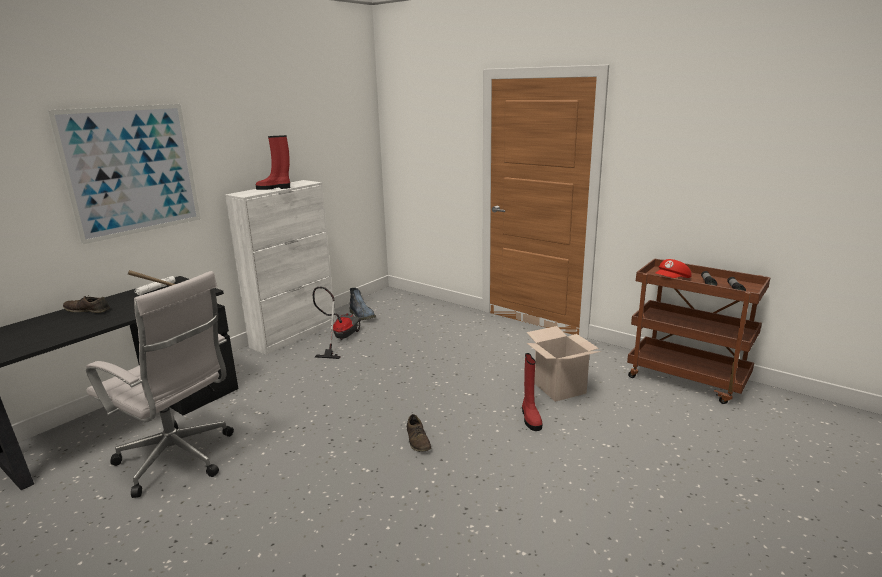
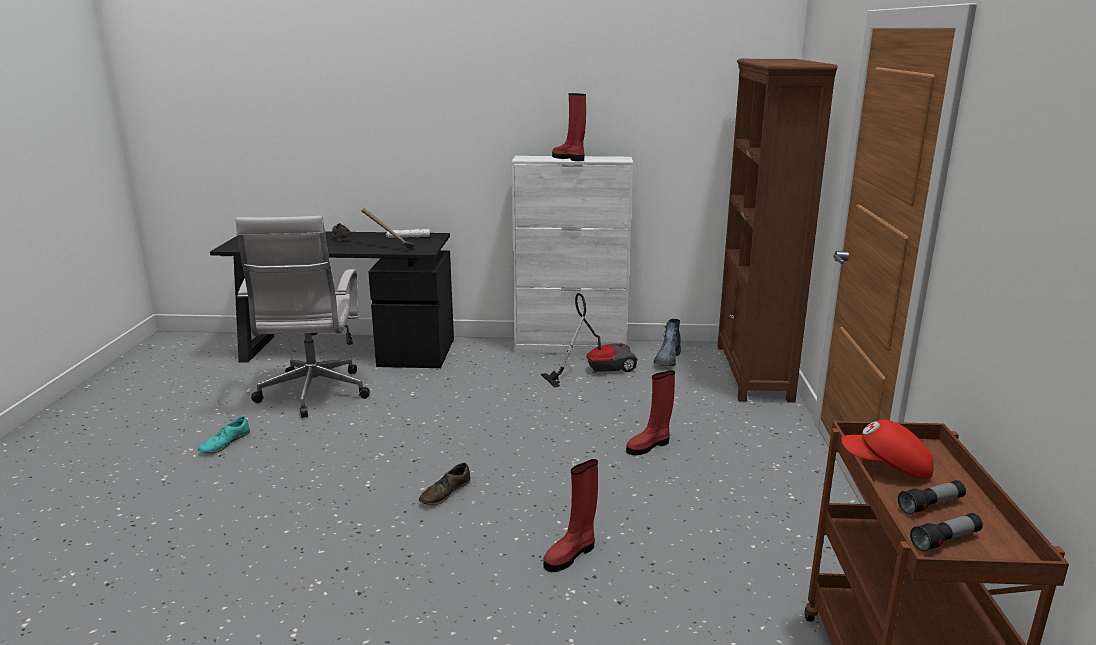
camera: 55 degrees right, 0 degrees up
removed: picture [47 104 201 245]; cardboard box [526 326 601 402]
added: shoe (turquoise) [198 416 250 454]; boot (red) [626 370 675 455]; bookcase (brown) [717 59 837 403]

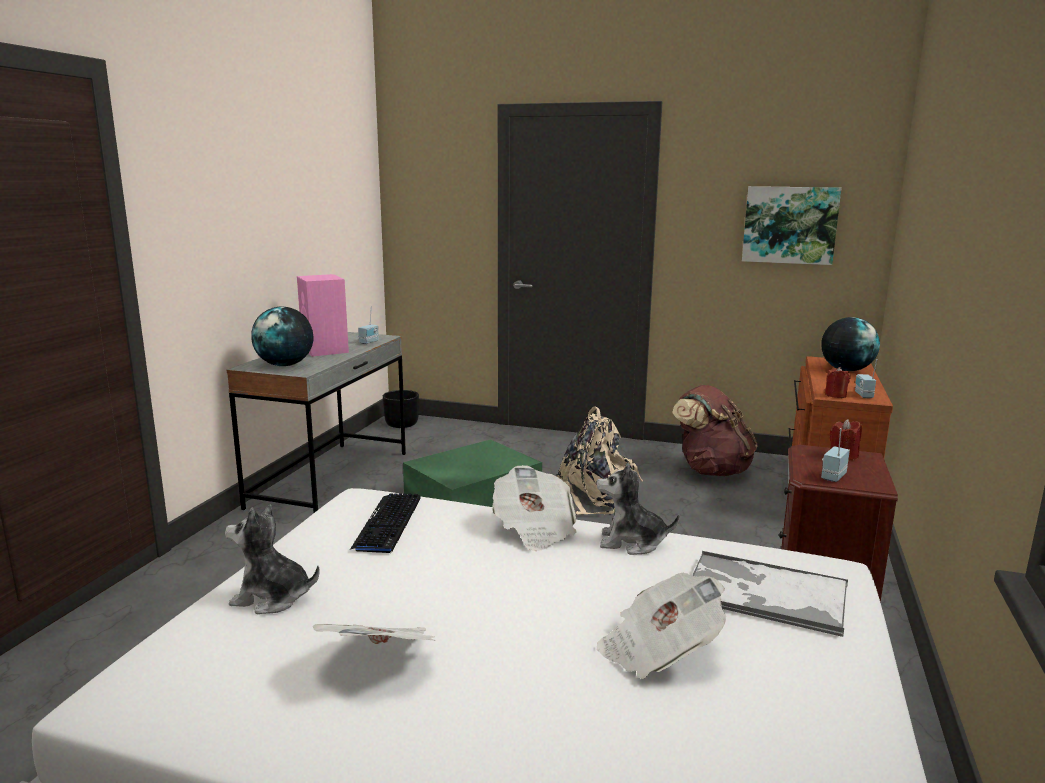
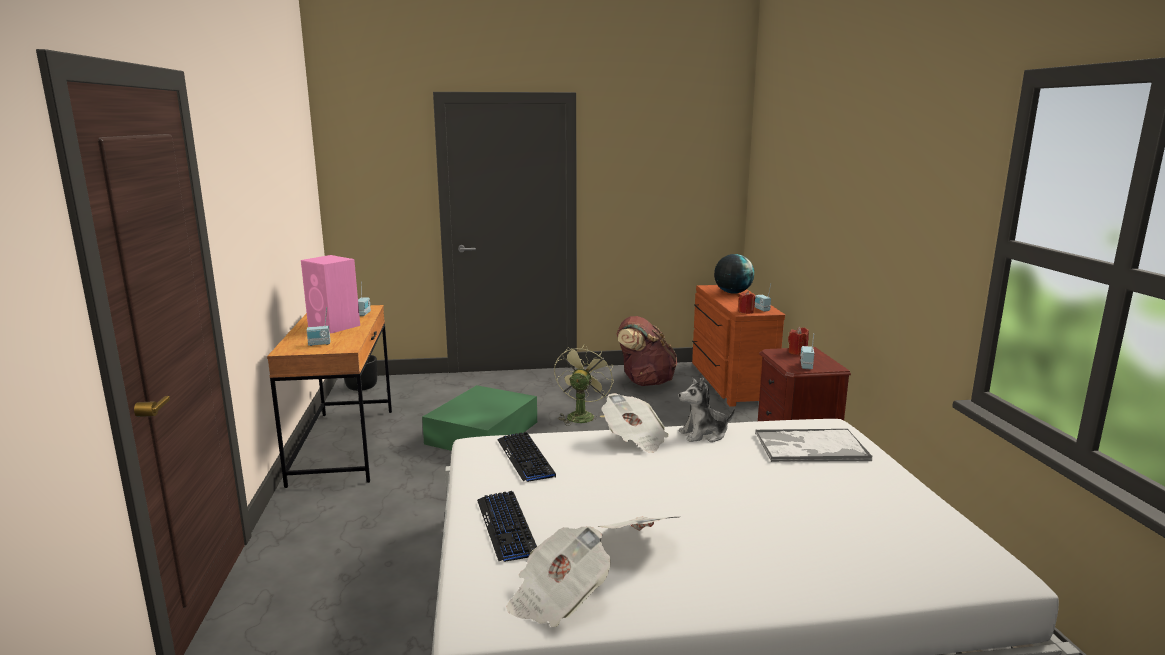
camera: 25 degrees left, 0 degrees up
removed: picture [742 186 841 265]
moved: newspaper [597 572 726 679] to [507 526 611 627]
replaced: globe [251 307 313 366] to radio [306 307 330 346]; plush toy [225 505 320 614] to keyboard [477 491 537 562]; backpack (beige) [557 406 643 515] to fan (green) [554 344 614 426]
recoloured: desk (grey) [227 332 406 513] to desk (brown) [267 305 392 488]

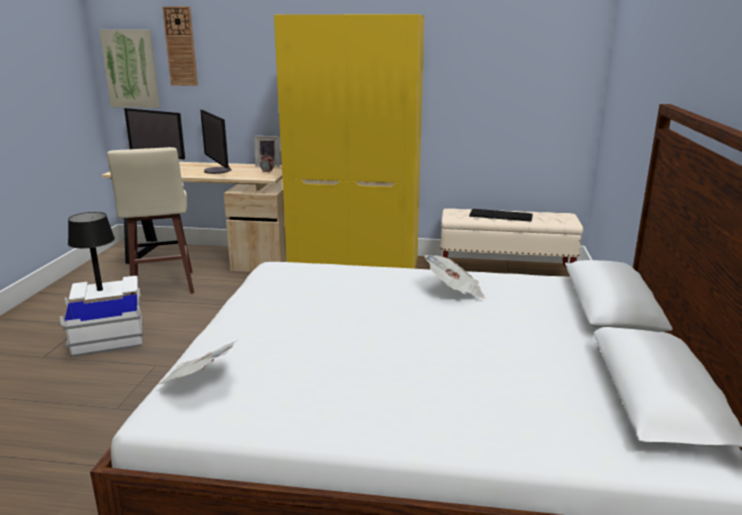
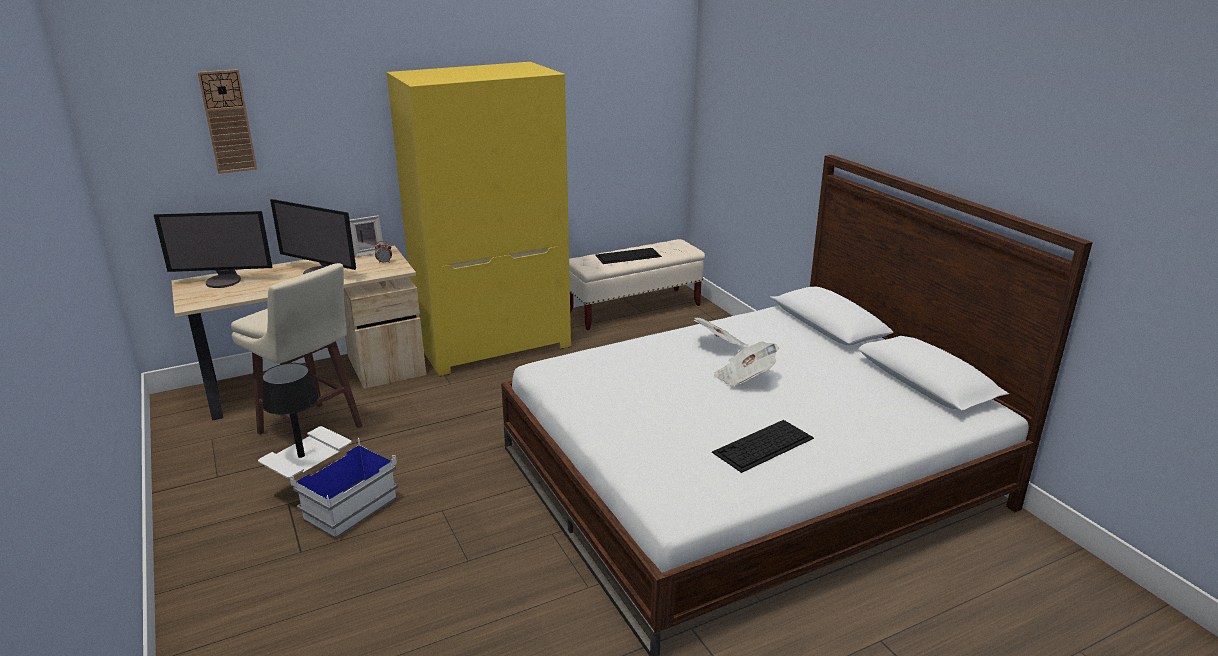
camera: 35 degrees left, 5 degrees up
removed: picture [99 30 160 108]
added: keyboard [712 420 814 473]
moved: newspaper [157 340 238 385] to [714 341 779 387]

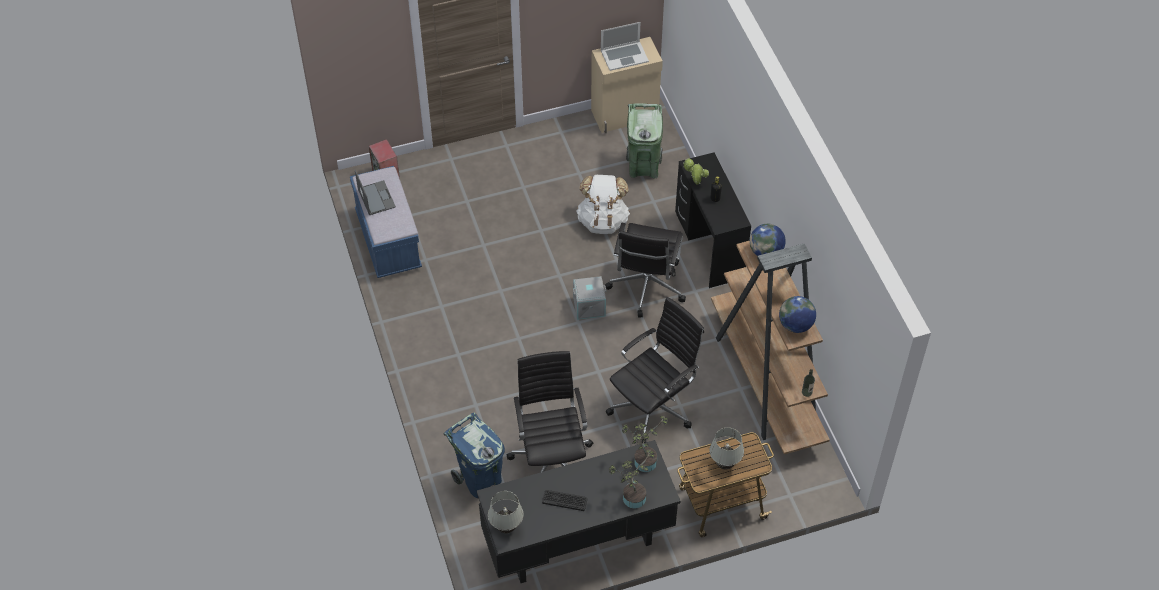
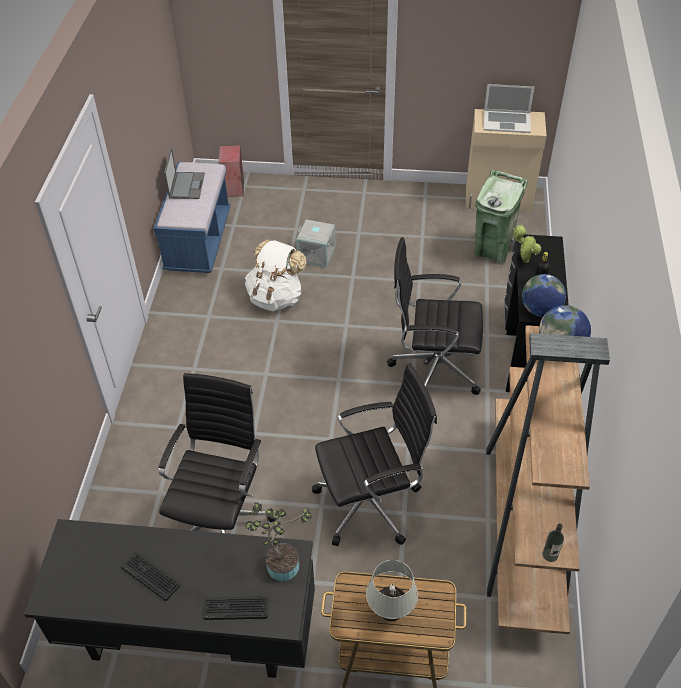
camera: 25 degrees right, 5 degrees down
removed: trash can (blue) [443 412 505 498]; table lamp (white) [488 491 524 533]
moved: backpack (white) [576 175 630 234] to [245 240 306 311]; storage box (grey) [573 276 606 320] to [296 220 335 267]; globe [779 296 816 333] to [522 274 566 317]
replaced: potted plant [609 449 655 509] to keyboard [203 596 268 620]
turned: office chair (black) [605 223 686 318] = [387 237 483 395] 60 degrees clockwise

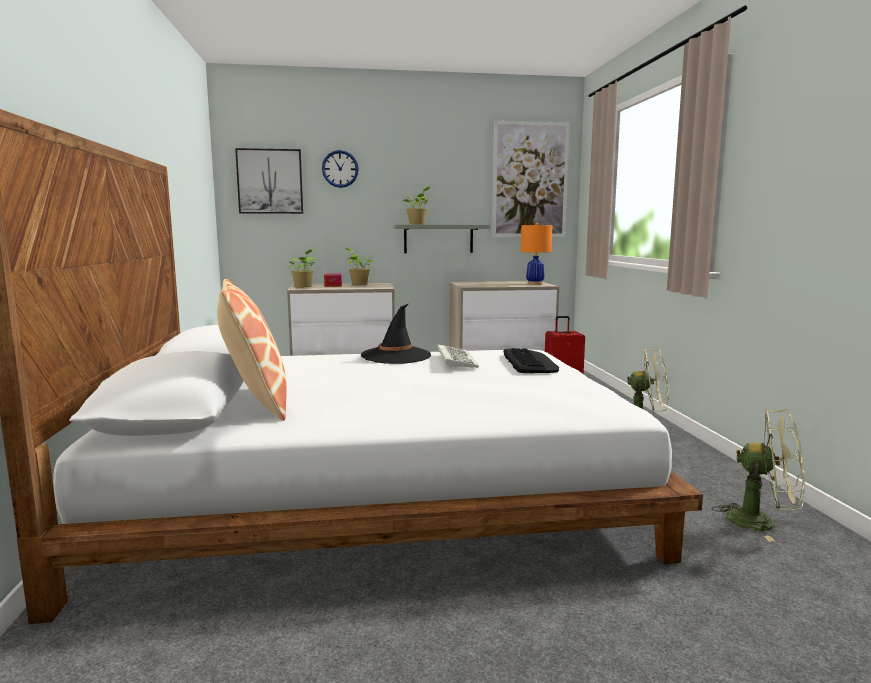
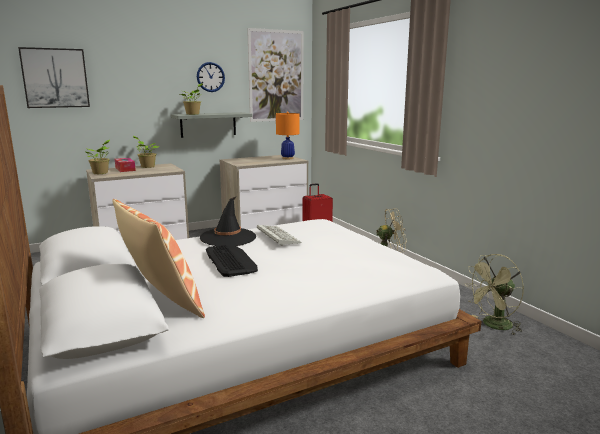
camera: 20 degrees left, 5 degrees up
moved: wall clock [322 150 359 188] to [197 62 225 92]; keyboard [503 348 559 373] to [206 245 258 277]
turned: fan (green) [712 408 805 541] = [464 254 524 335] 150 degrees clockwise

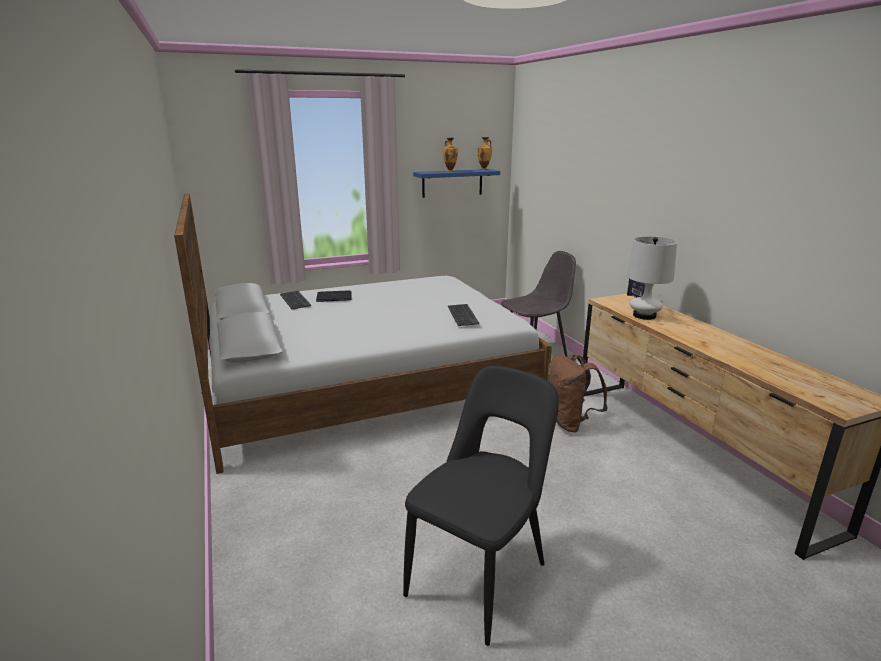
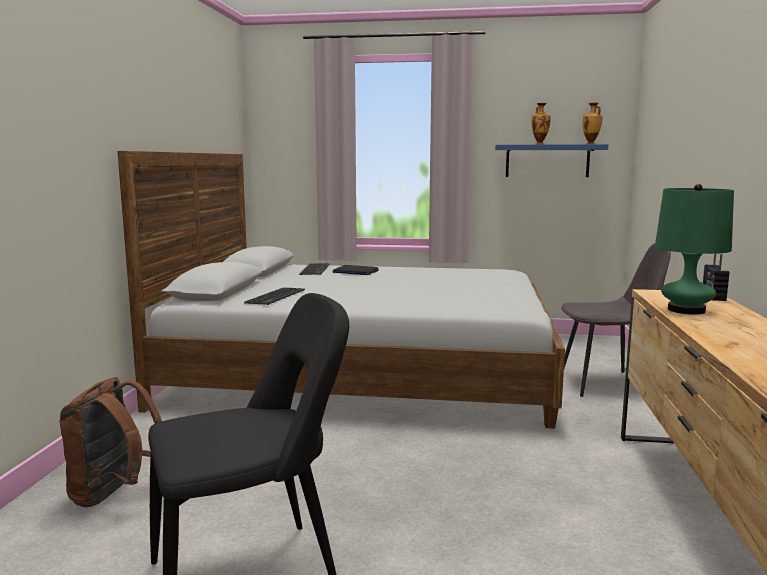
camera: 30 degrees right, 10 degrees down
moved: backpack (brown) [547 354 608 432] to [59 377 162 507]; keyboard [448 304 479 326] to [244 288 305 305]
recoloured: table lamp (white) [627 237 677 320] to table lamp (green) [655 184 734 314]

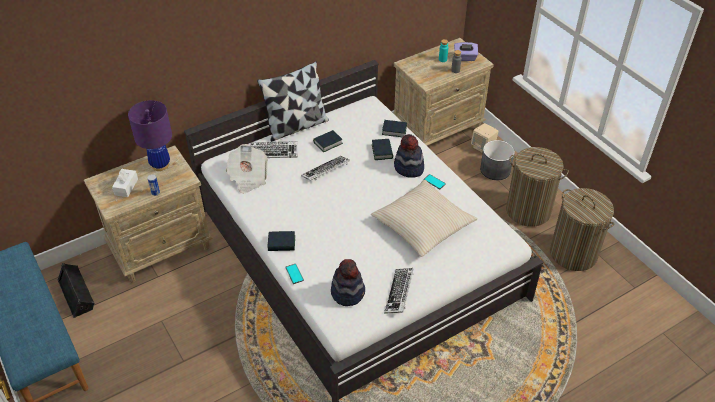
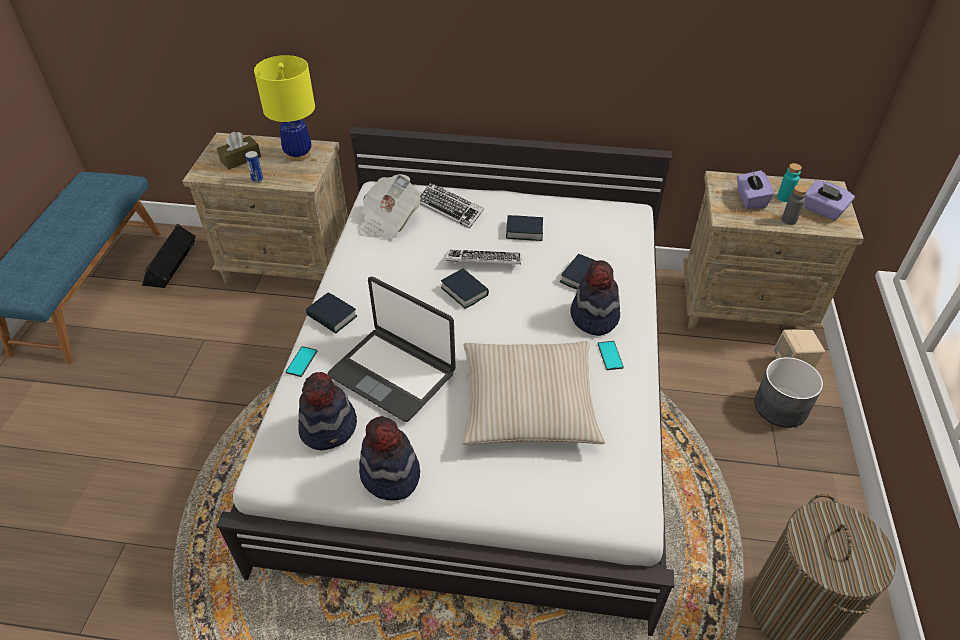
camera: 40 degrees right, 0 degrees up
removed: pillow [257 61 329 142]; laundry basket [506 147 569 227]
added: laptop [327 277 456 422]; tissue box (purple) [737 170 774 209]
moved: book [382 120 407 137] to [441 269 489 309]
replaced: keyboard [384 268 413 314] to hat [359 416 420 501]
recoloured: tissue box (white) [112 169 138 197] to tissue box (brown) [217 131 261 170]; table lamp (purple) [128 100 172 171] to table lamp (yellow) [254 55 315 161]

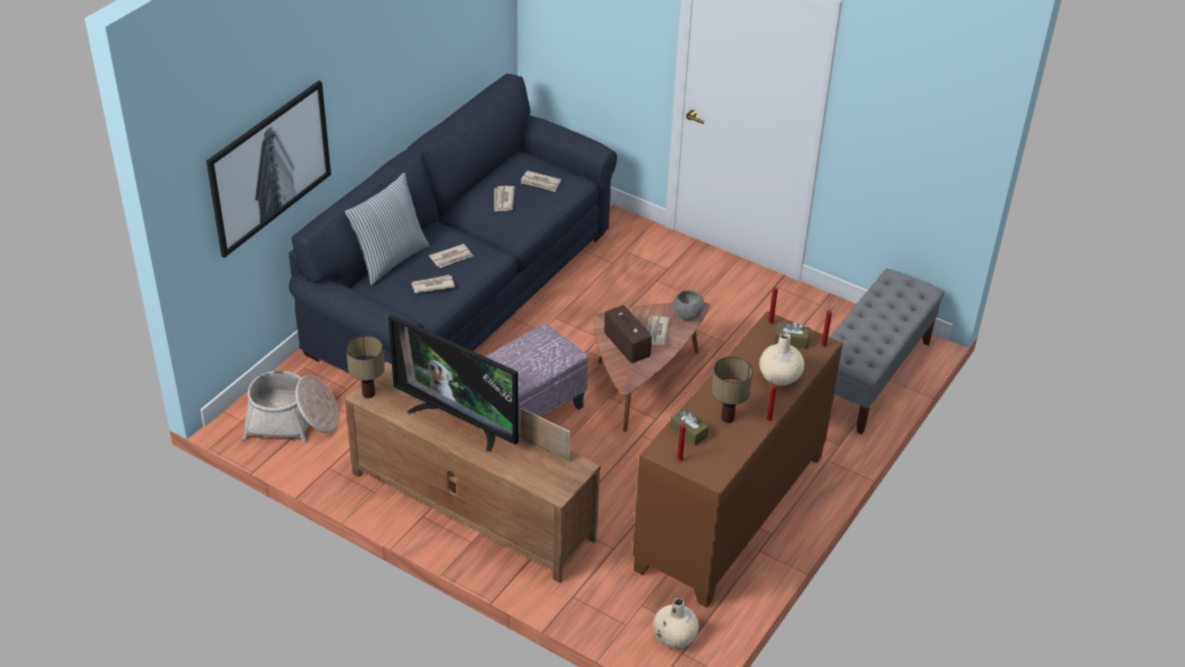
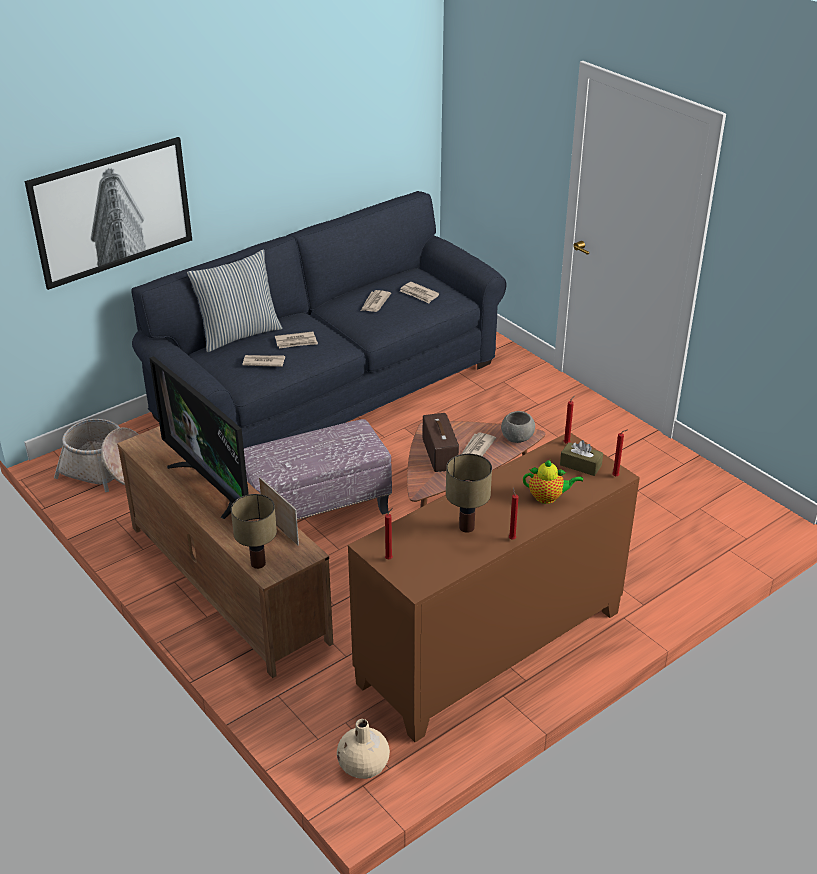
camera: 20 degrees right, 5 degrees down
removed: tissue box (brown) [670 409 709 446]; bench (grey) [830 268 944 435]
moved: table lamp [346 336 385 398] to [231 494 277 569]
replaced: vase (beige) [759 333 804 386] to teapot [523 460 583 504]

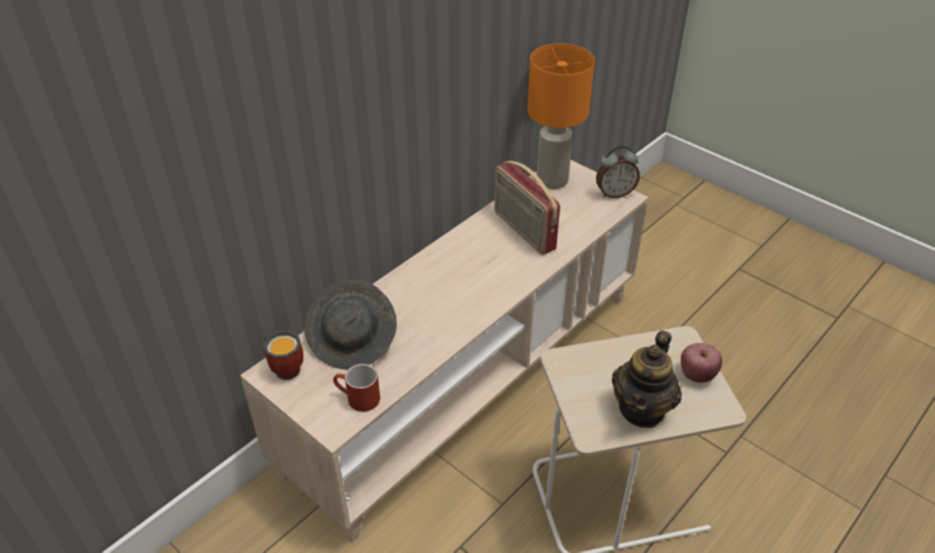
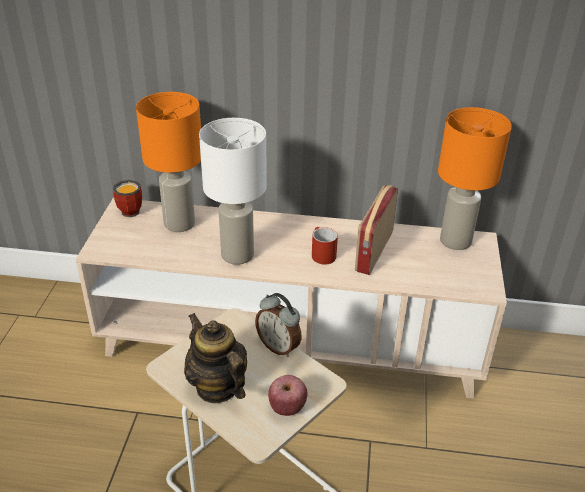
camera: 55 degrees right, 5 degrees down
added: table lamp (white) [199 118 267 265]
moved: alarm clock [596 145 640 198] to [255 293 301 357]; mug (red) [333 364 380 412] to [312 227 338 265]
replaced: hat (grey) [304 280 397 370] to table lamp (orange) [136 92 201 232]
turned: teapot [612 330 682 428] = [184 313 247 403] 60 degrees clockwise

